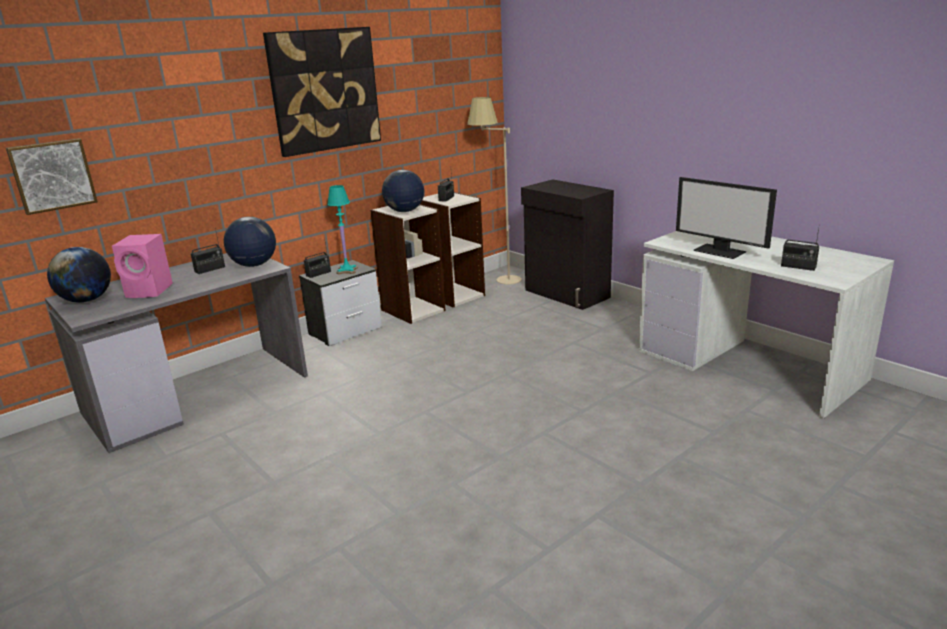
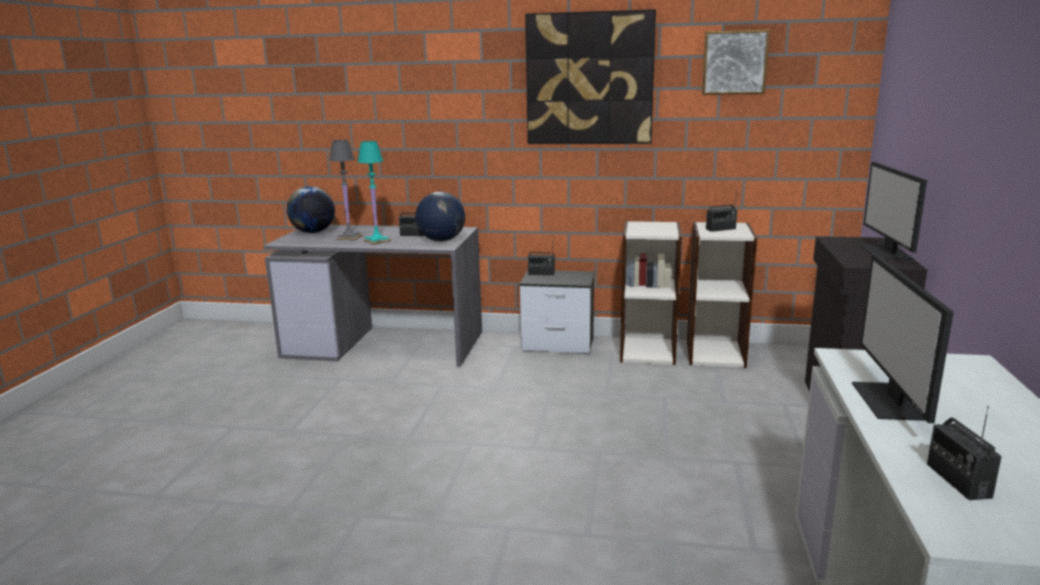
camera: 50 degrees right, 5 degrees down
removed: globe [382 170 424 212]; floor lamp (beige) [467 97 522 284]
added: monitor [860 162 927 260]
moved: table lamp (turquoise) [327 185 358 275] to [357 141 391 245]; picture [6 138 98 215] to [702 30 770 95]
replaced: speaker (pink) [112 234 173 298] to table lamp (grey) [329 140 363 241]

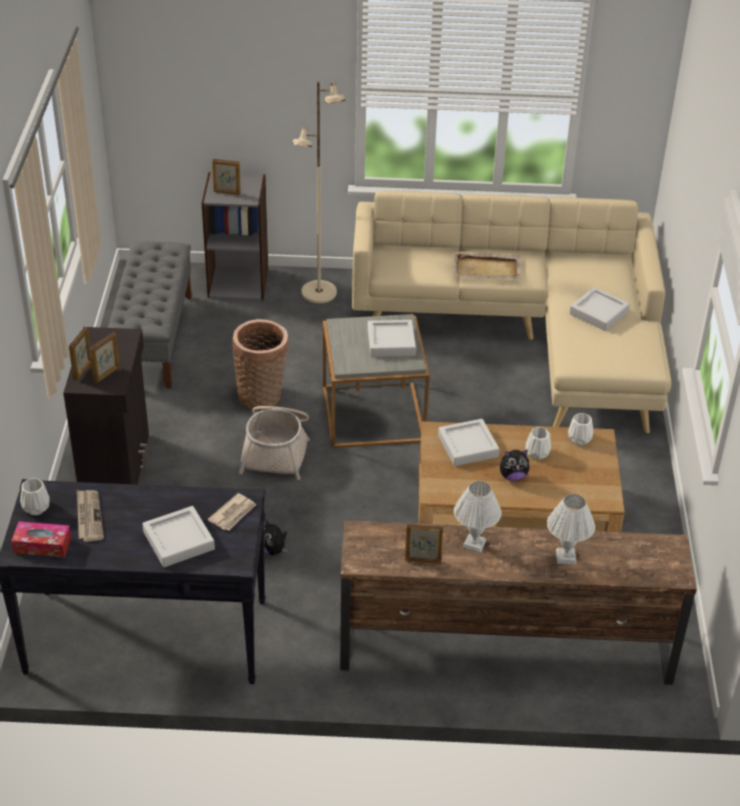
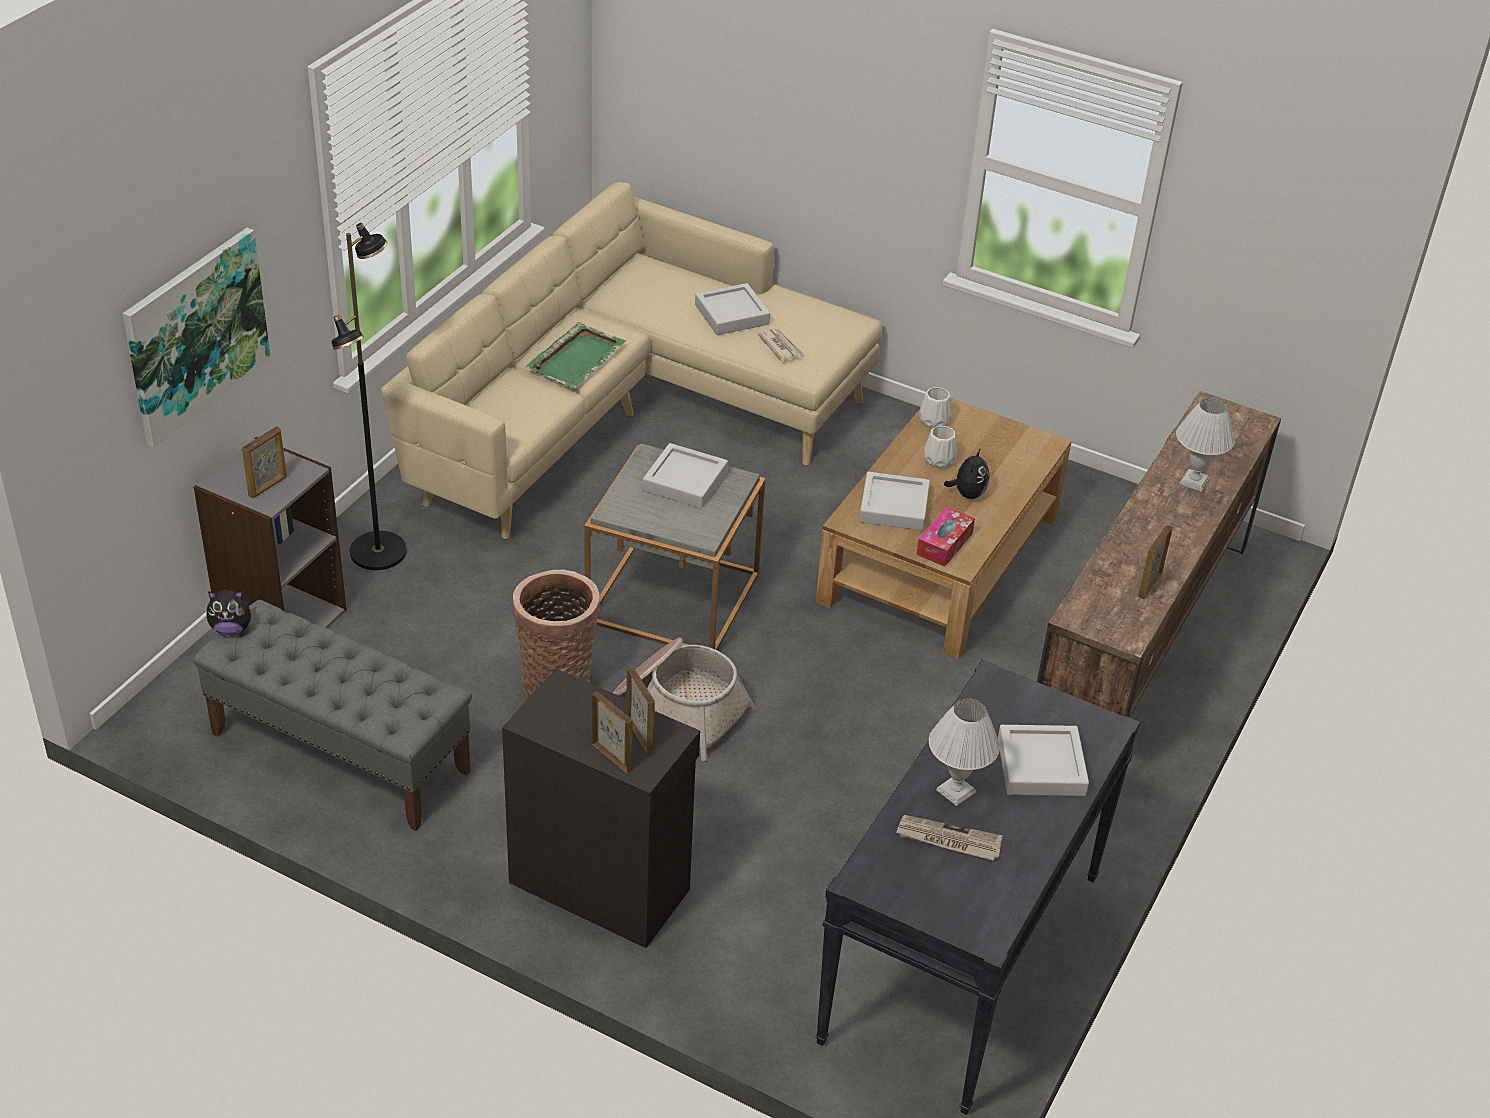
camera: 65 degrees left, 0 degrees up
removed: vase (white) [20 478 50 515]
added: picture [123 228 271 447]
moved: plush toy [264 518 288 556] to [207 590 256 635]; newspaper [208 493 256 531] to [758 328 804 361]; tissue box [11 521 71 557] to [916 507 975 567]; table lamp (white) [454 481 502 553] to [929 699 1000 806]
recoloured: floor lamp (beige) [292 82 345 303] to floor lamp (black) [332 223 407 570]; tray (beige) [453 252 521 279] to tray (green) [525 322 626 389]

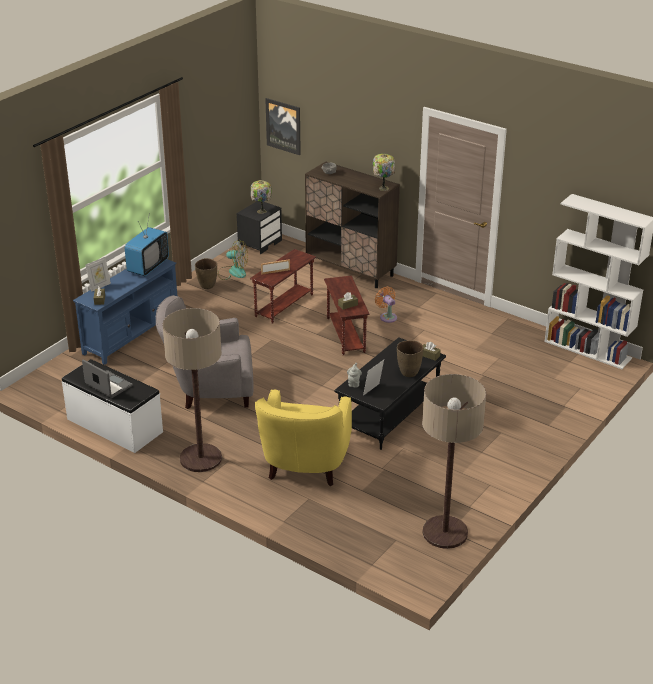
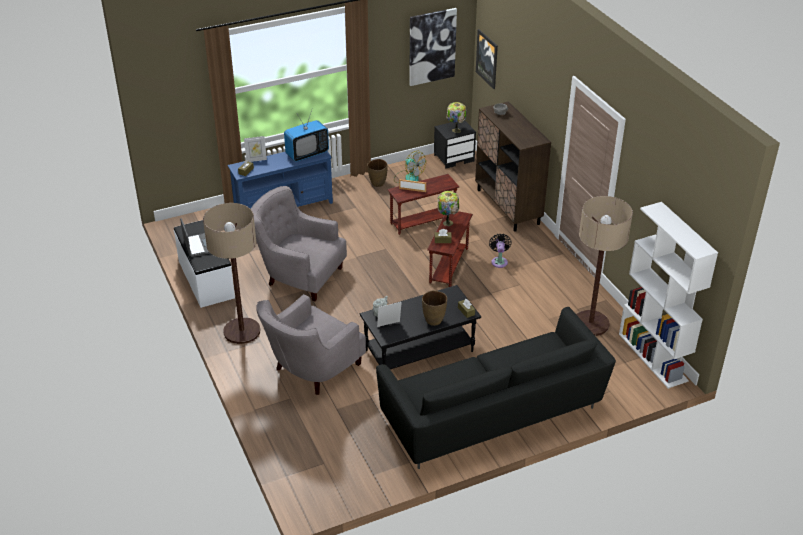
camera: 30 degrees right, 5 degrees up
added: sofa (black) [376 307 616 469]; picture [409 8 457 86]
moved: table lamp [373 154 395 191] to [438 191 459 226]; floor lamp [422 374 486 549] to [576 196 633 336]
recoloured: armchair (yellow) [255 390 352 486] to armchair (grey) [256 294 366 395]; fan (orange) [375 287 397 323] to fan (black) [489 233 512 268]

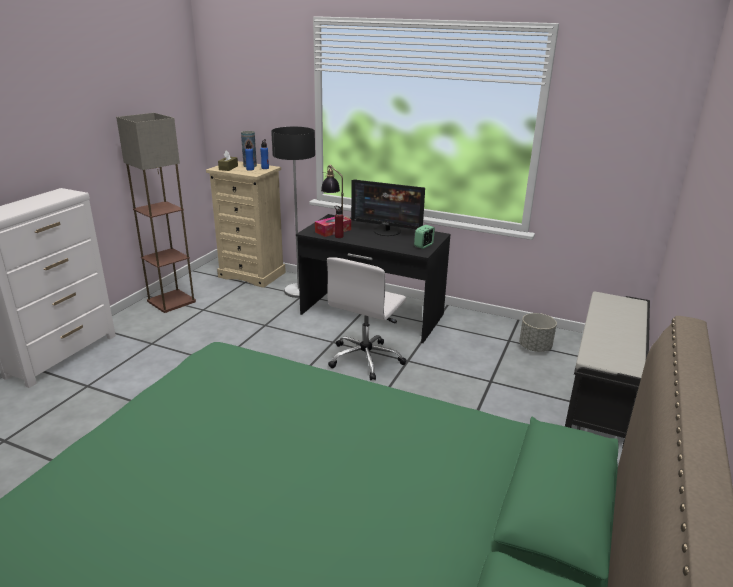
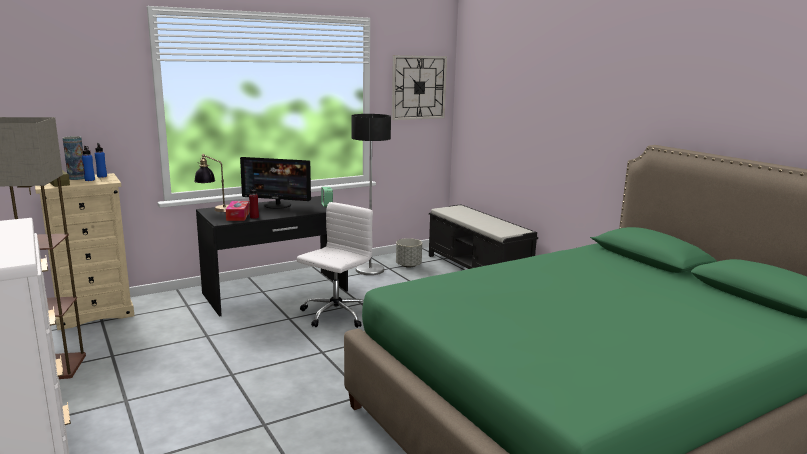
camera: 55 degrees left, 10 degrees down
added: wall clock [392 55 447 120]
moved: floor lamp [271 127 315 298] to [351 114 391 275]
turned: monitor [351 179 425 236] = [240 157 311 209] 45 degrees clockwise; office chair (white) [327 257 406 380] = [297 202 373 328] 120 degrees counterclockwise

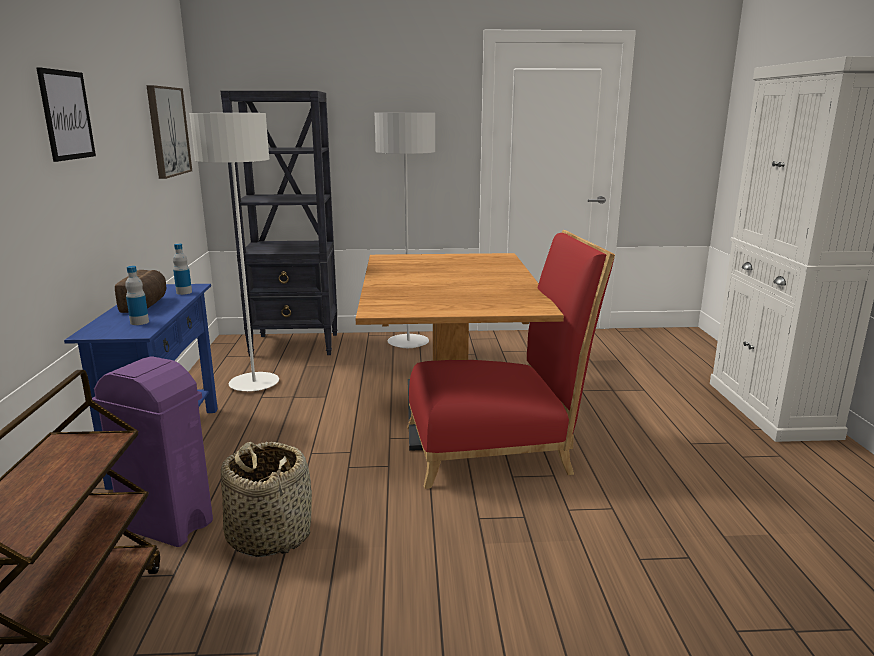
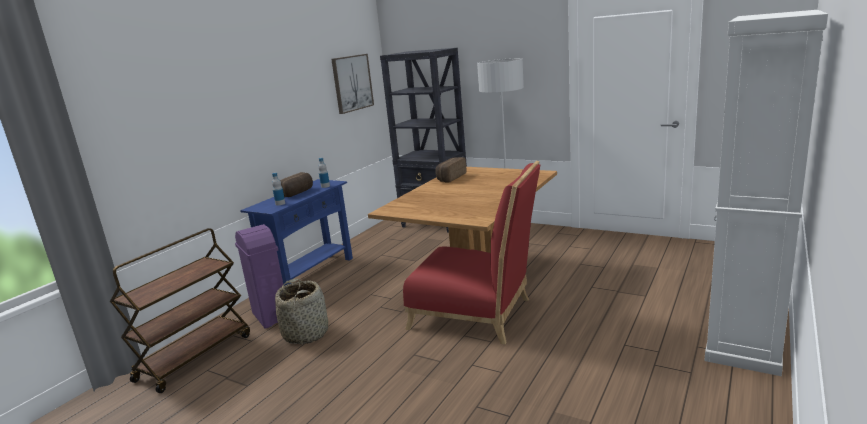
camera: 35 degrees right, 0 degrees up
removed: picture [36 67 96 162]; floor lamp (white) [189 113 279 391]
added: bread [435 157 466 182]

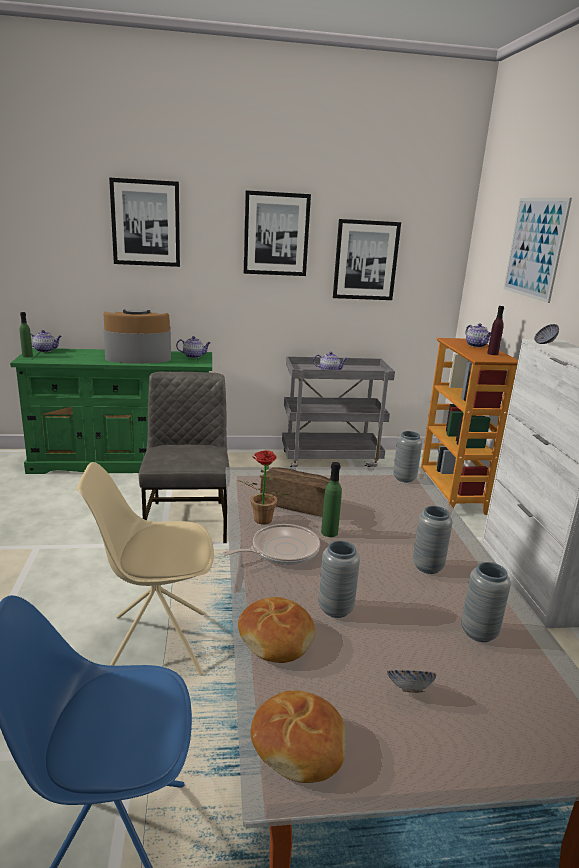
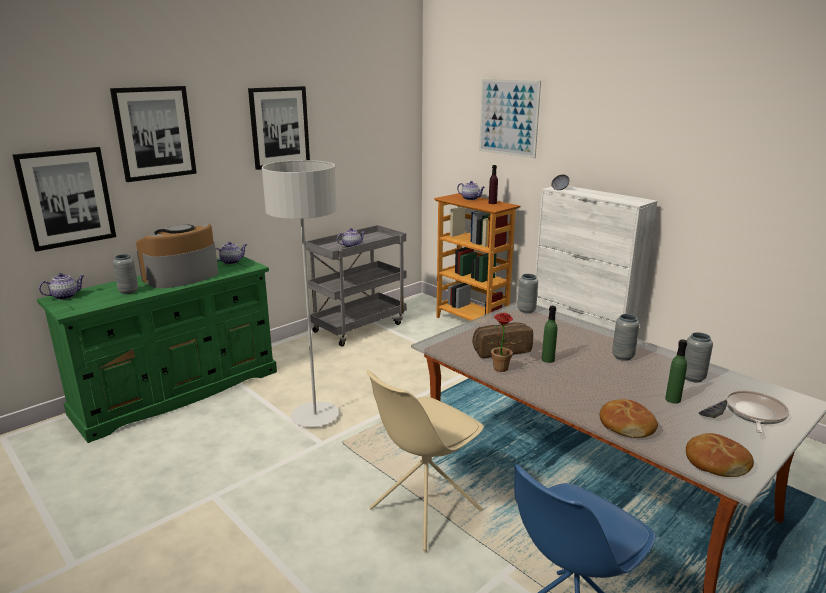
camera: 35 degrees left, 0 degrees up
moved: picture [333 219 401 300] to [12 147 116 252]; vase (grey) [318 541 360 618] to [113 254 138 294]; bottle (green) [20 312 33 357] to [665 339 687 404]; frying pan [223 524 320 565] to [725 391 789 433]
replaced: chair (grey) [139 372 229 543] to floor lamp (grey) [262 160 339 427]

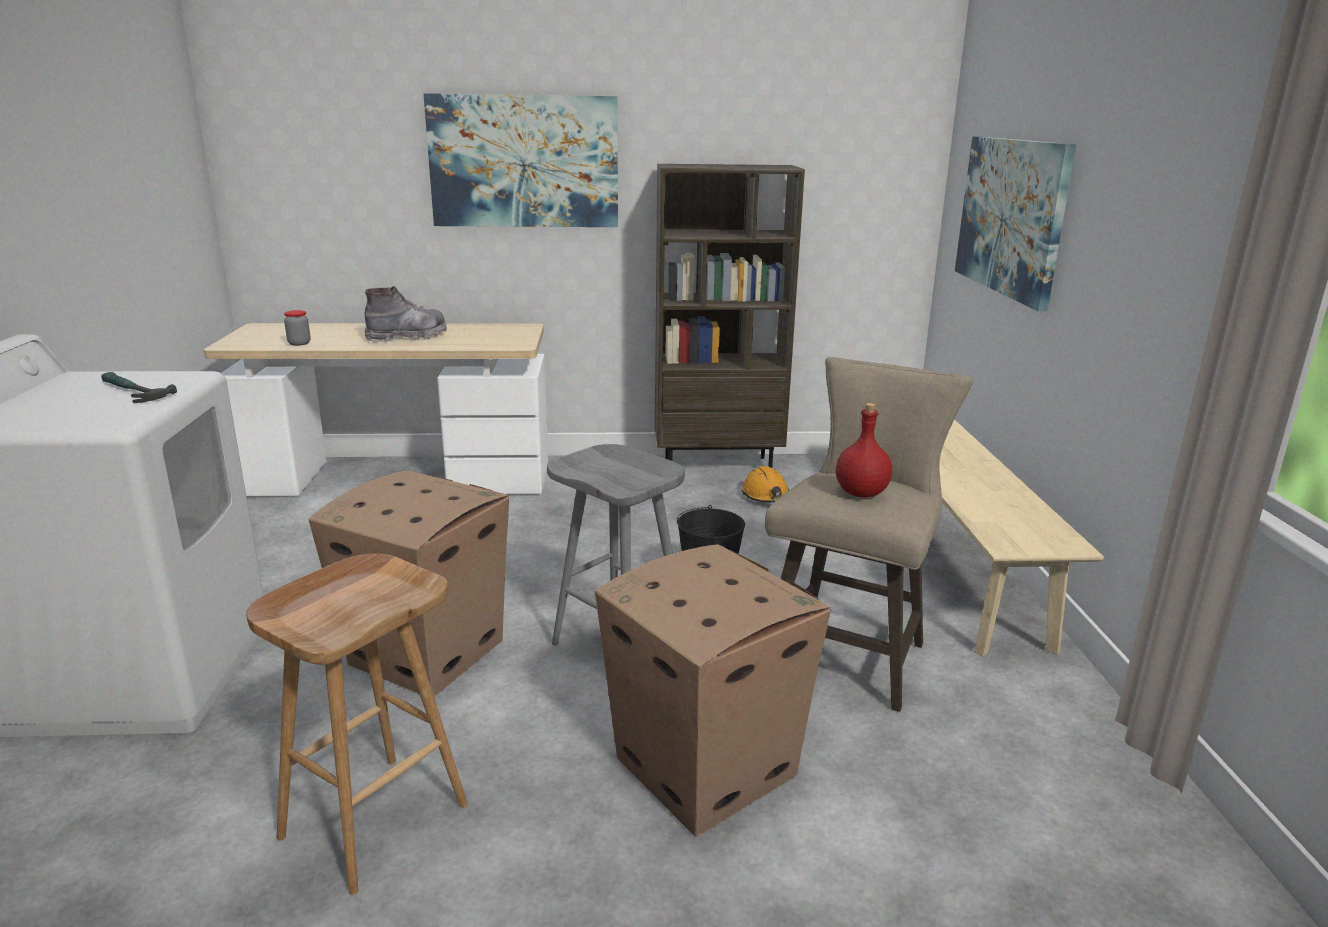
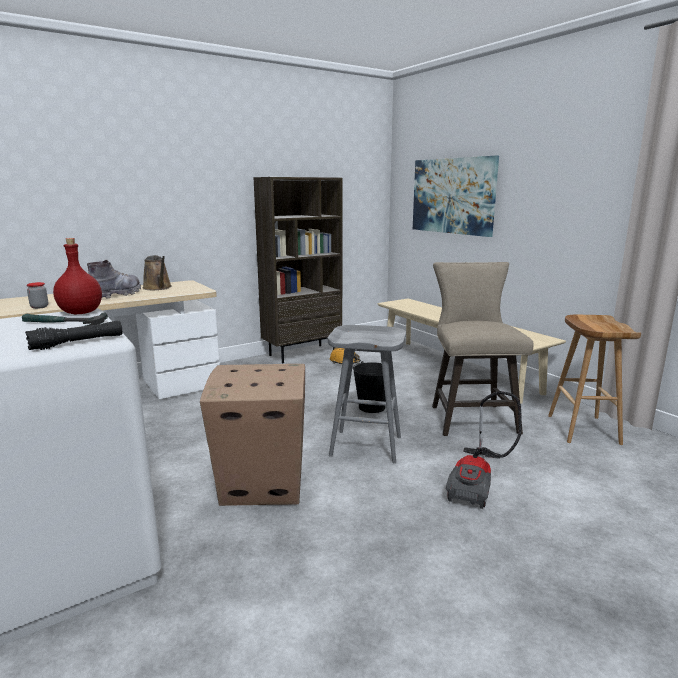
camera: 30 degrees left, 5 degrees down
removed: picture [423 93 618 227]
added: flashlight (black) [25 321 122 350]; watering can (brown) [143 255 172 290]
moved: bottle (red) [836 403 892 498] to [53 238 102 314]; stool (brown) [246 554 467 895] to [548 315 641 445]
replaced: cardboard box [595 544 831 836] to vacuum cleaner [446 391 522 509]

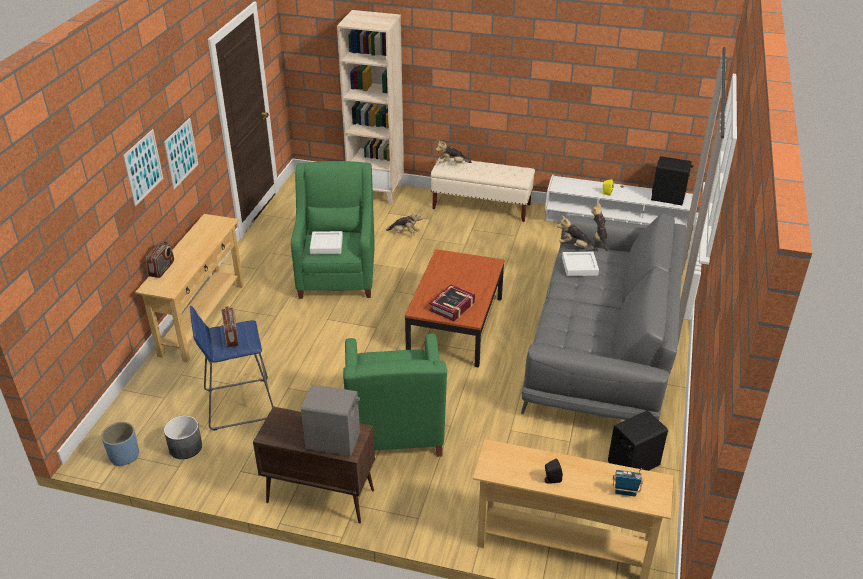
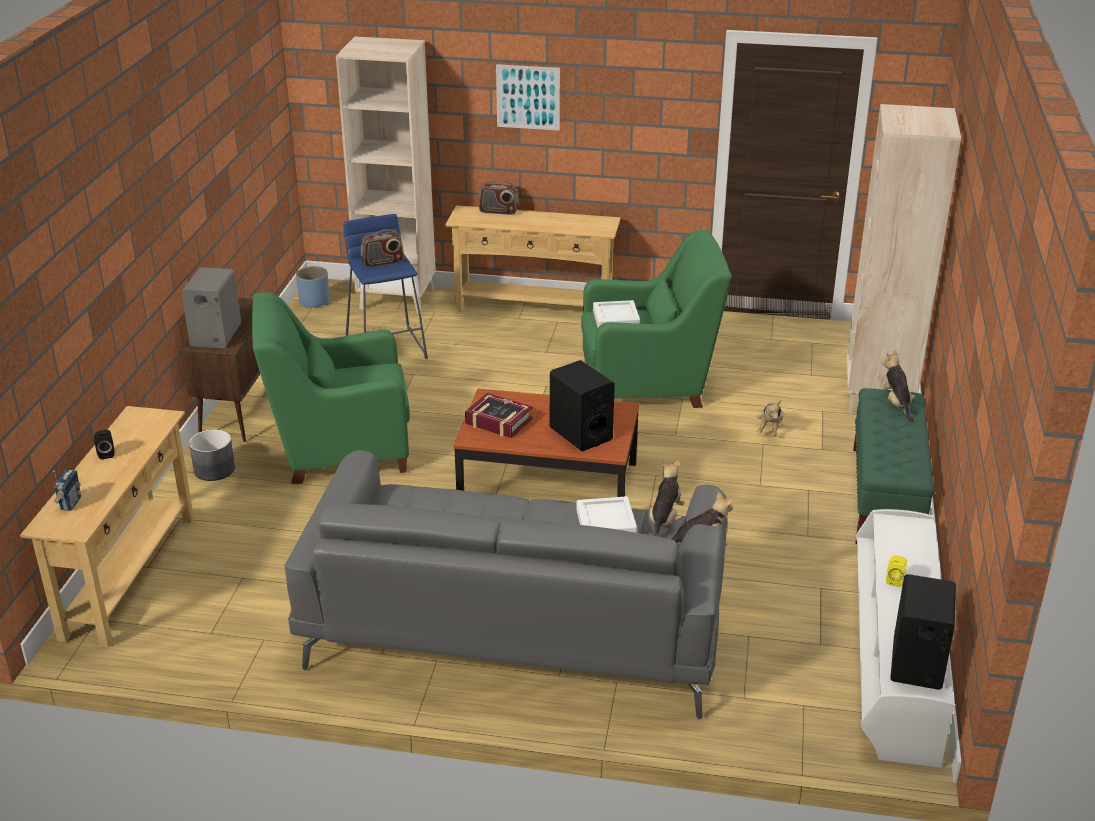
camera: 85 degrees right, 5 degrees down
removed: picture [164 118 198 189]
added: bookcase (beige) [336 37 436 314]
moved: planter (grey) [164 415 202 459] to [189 429 235 481]; speaker (black) [608 410 668 471] to [550 360 615 451]
recoloured: bench (beige) [431 157 535 222] to bench (green) [853 388 935 544]

